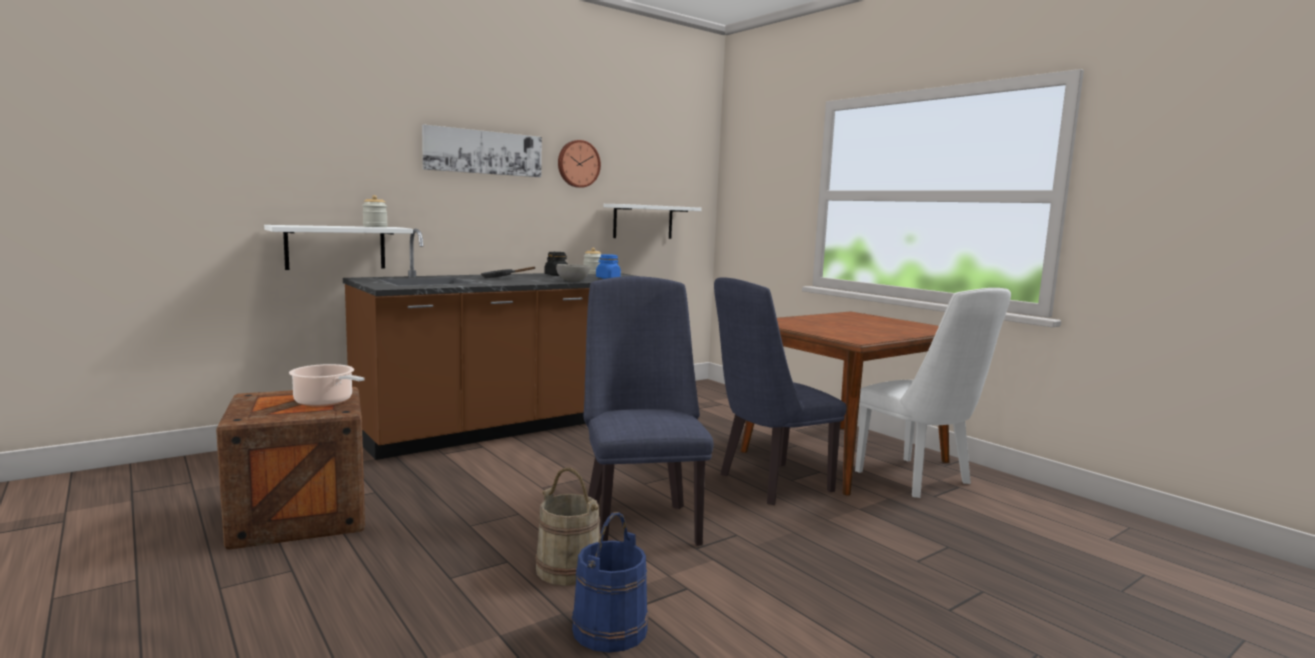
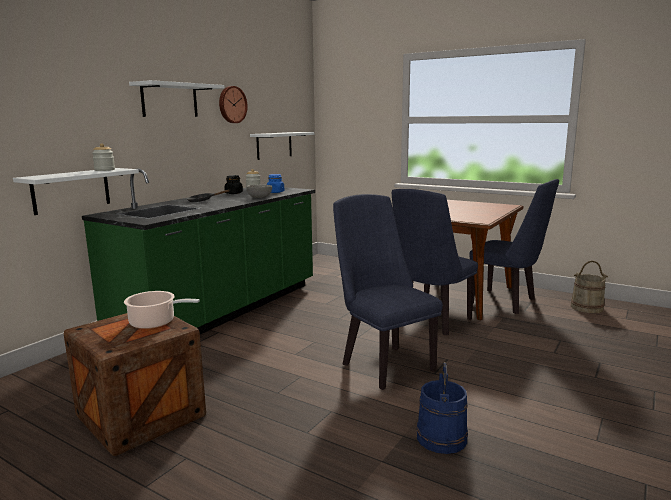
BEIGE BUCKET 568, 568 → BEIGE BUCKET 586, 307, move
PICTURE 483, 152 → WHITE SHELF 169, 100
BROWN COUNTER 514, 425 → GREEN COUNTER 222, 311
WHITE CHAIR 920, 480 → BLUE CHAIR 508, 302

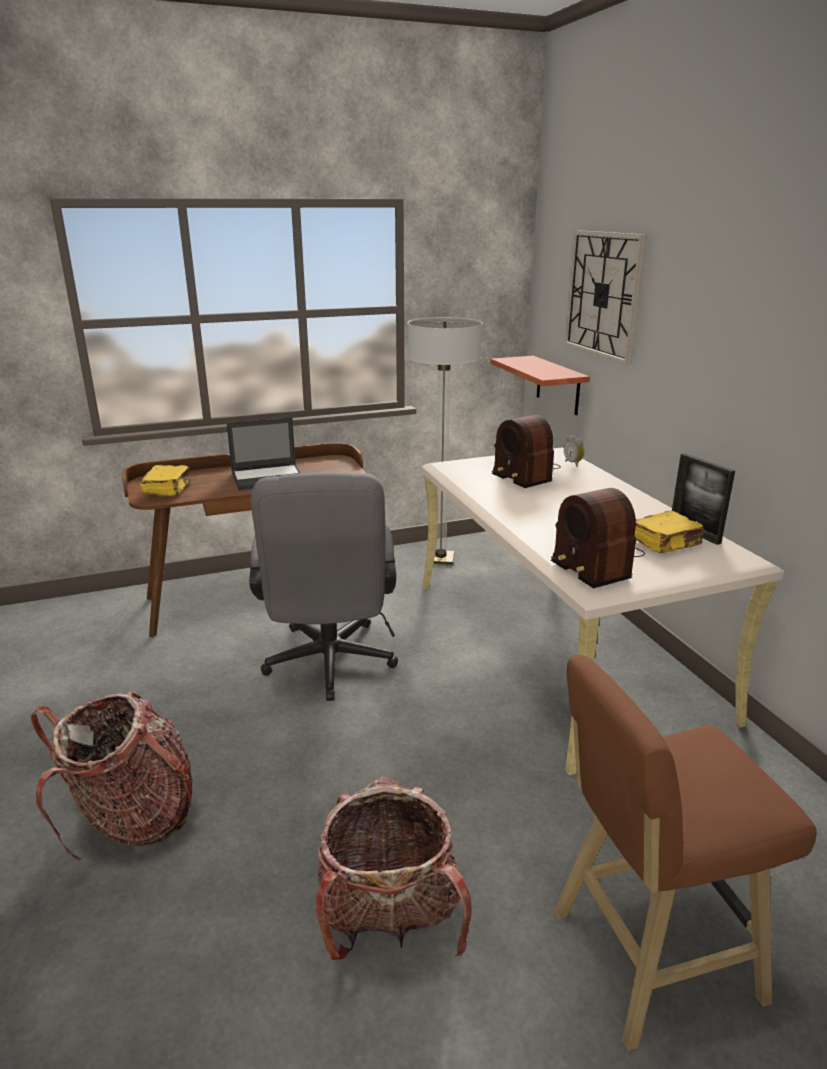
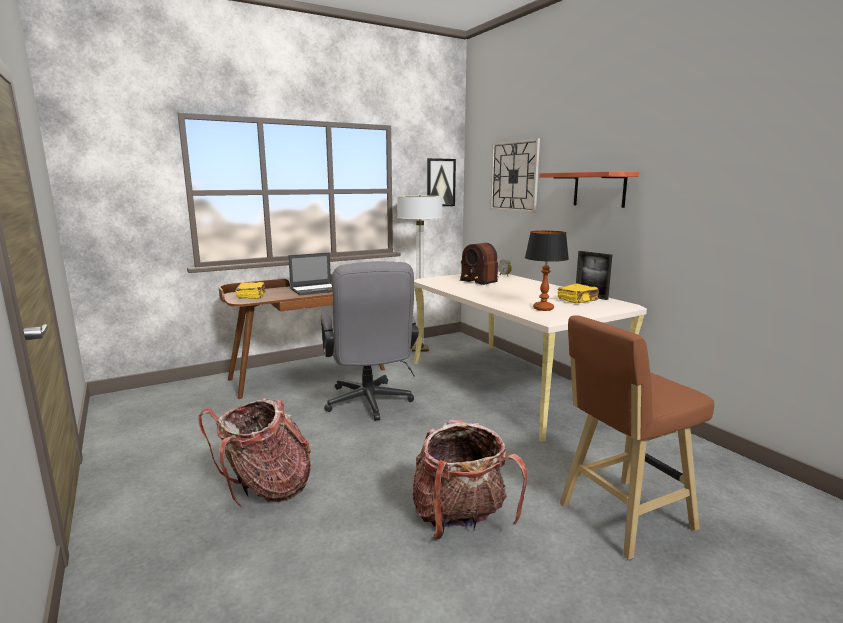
- → PICTURE 440, 182
SHELF 558, 385 → SHELF 599, 189, move
RADIO 596, 562 → TABLE LAMP 543, 309

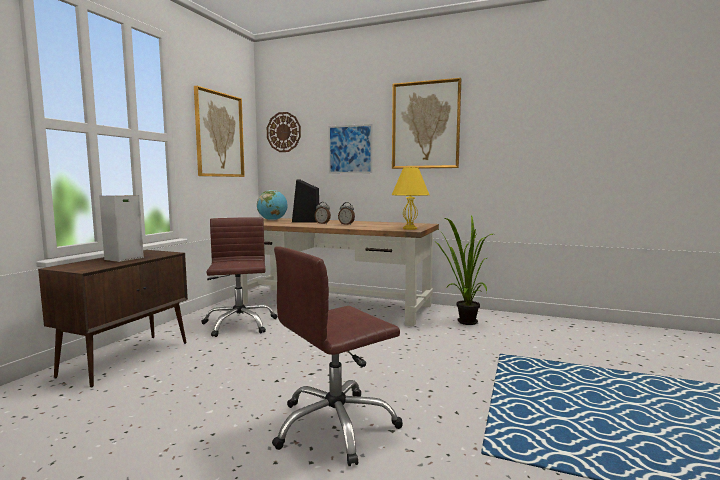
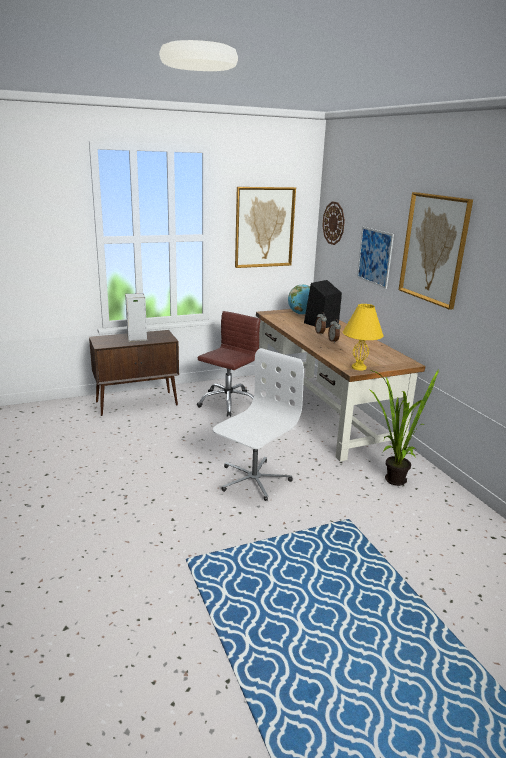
BROWN OFFICE CHAIR 335, 426 → -
- → WHITE OFFICE CHAIR 253, 479

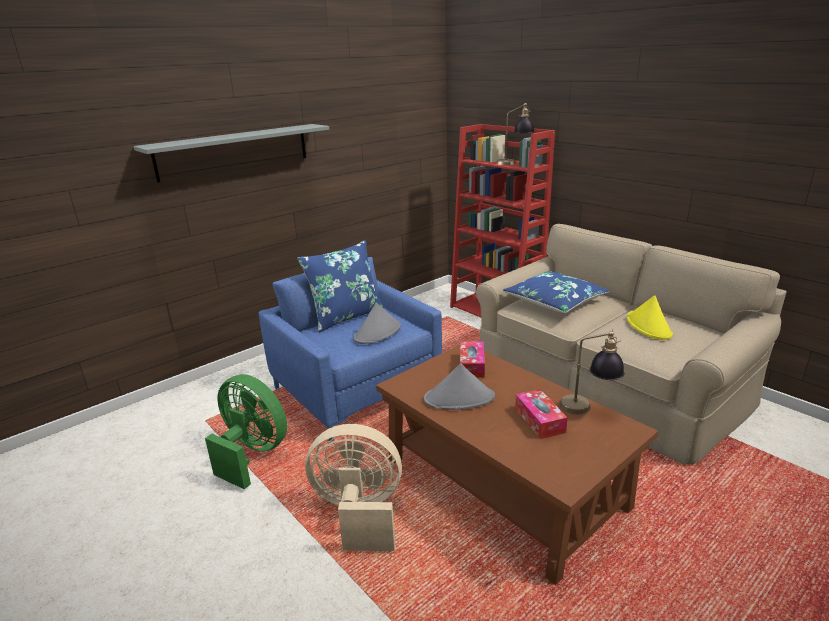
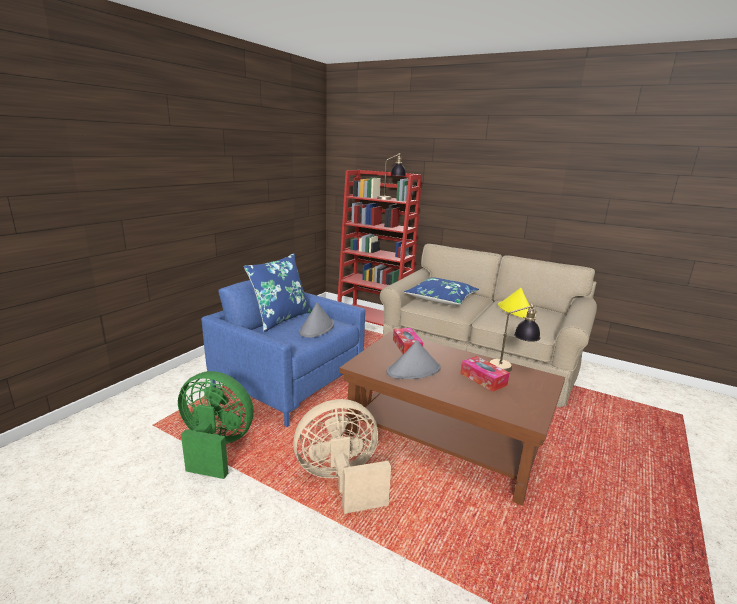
GREY SHELF 234, 151 → -

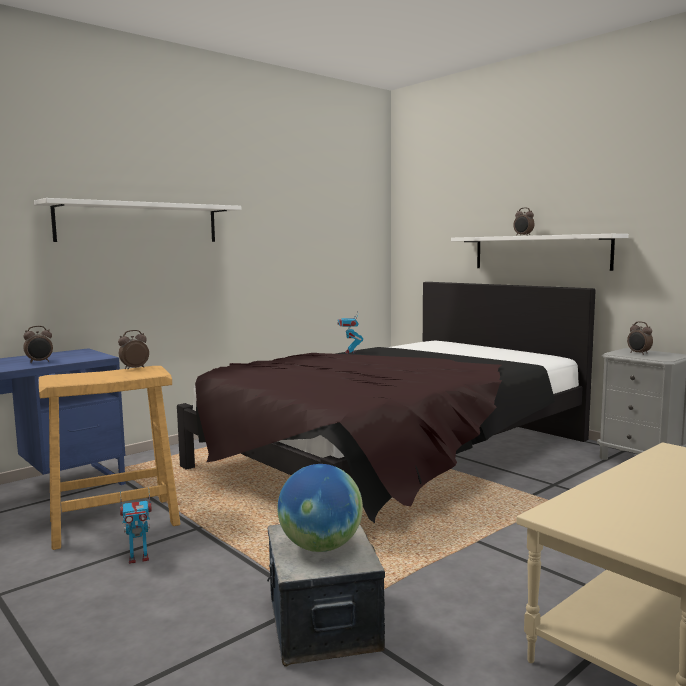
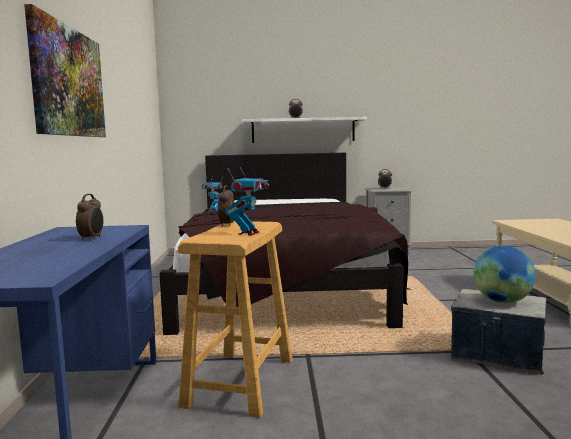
TOY ROBOT 139, 558 → TOY ROBOT 248, 233, move
WHITE SHELF 139, 223 → PICTURE 69, 82

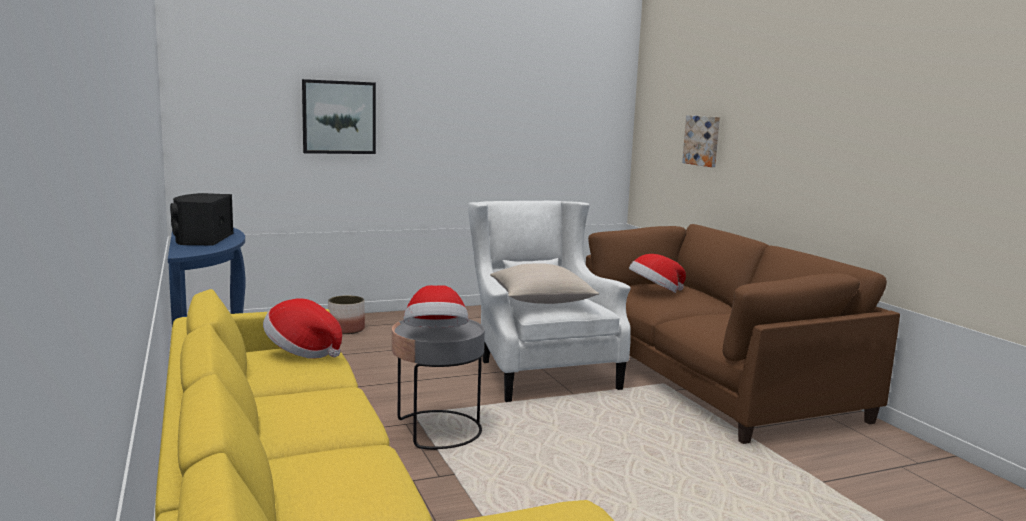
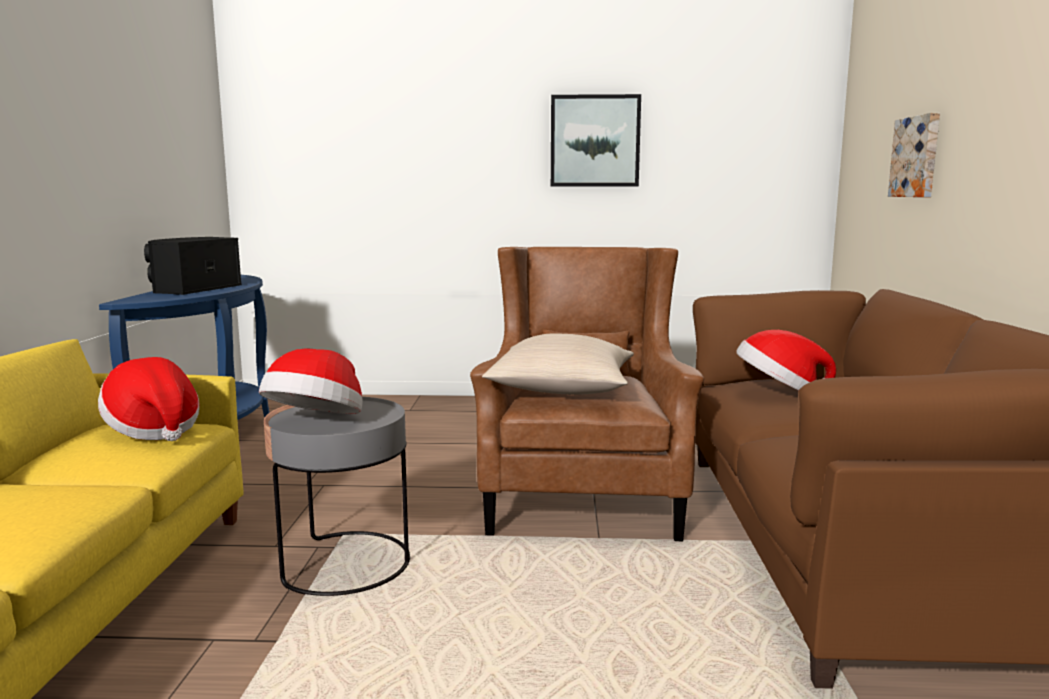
PLANTER 346, 330 → -
PICTURE 339, 117 → PICTURE 594, 141, move
WHITE ARMCHAIR 538, 371 → BROWN ARMCHAIR 583, 494

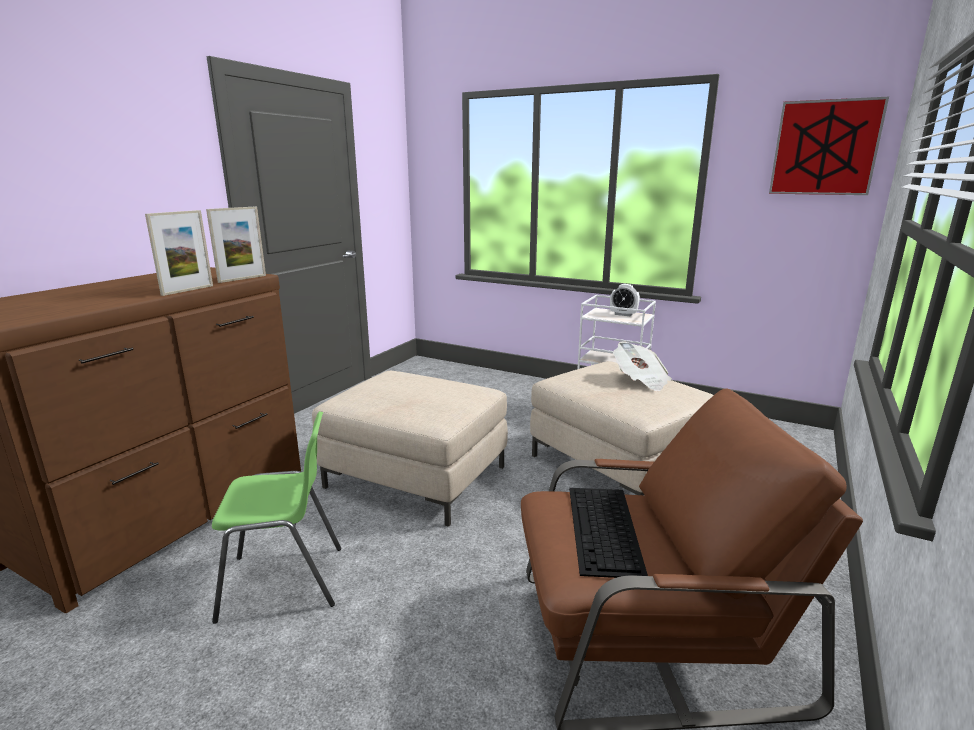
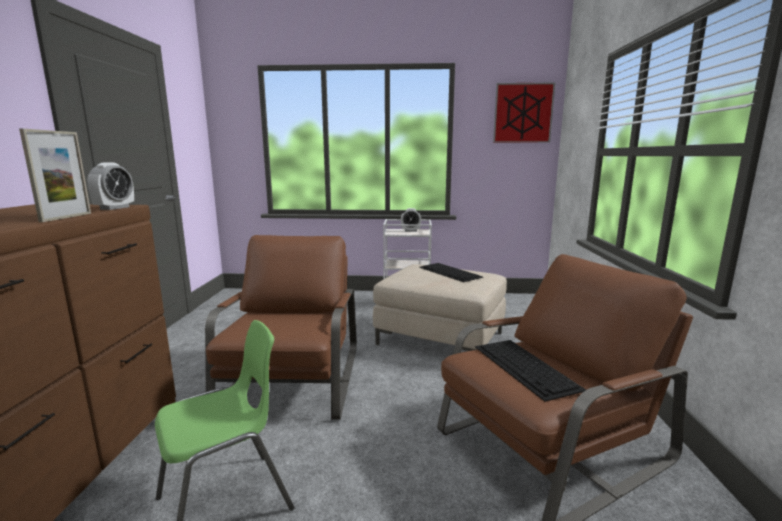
PICTURE FRAME 242, 279 → ALARM CLOCK 115, 208
BEIGE OTTOMAN 416, 477 → BROWN ARMCHAIR 293, 380
NEWSPAPER 641, 381 → KEYBOARD 450, 272

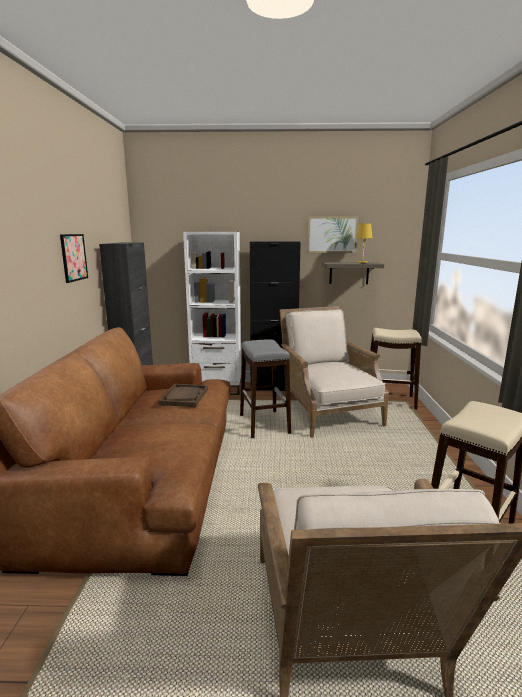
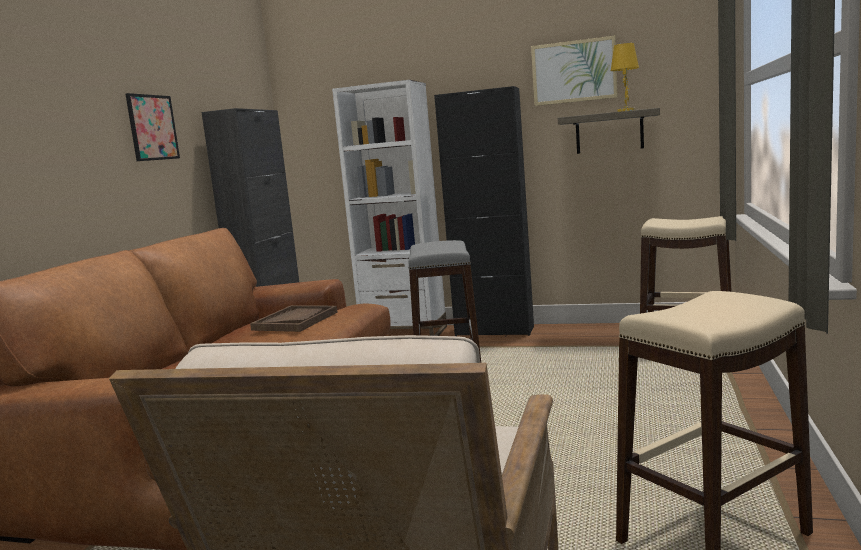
BEIGE ARMCHAIR 326, 411 → -

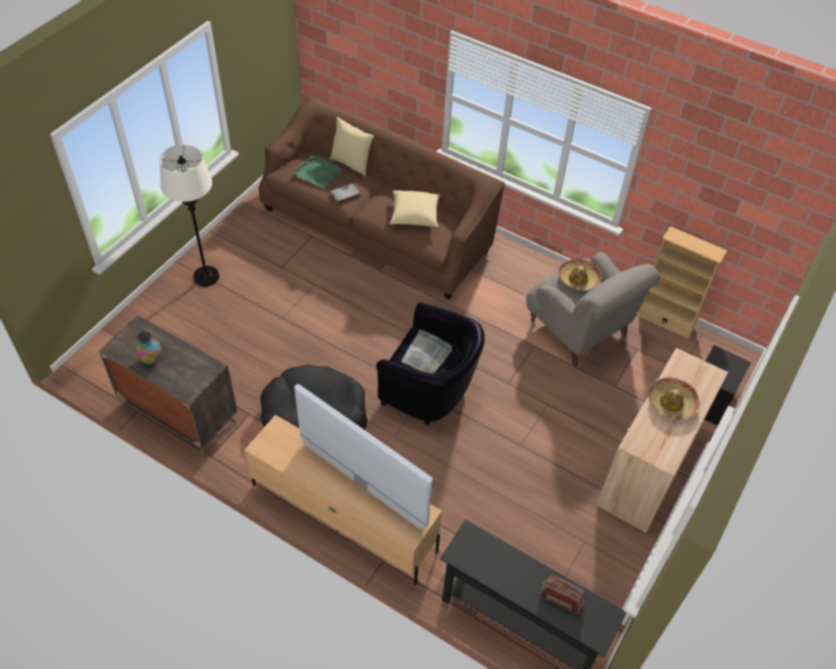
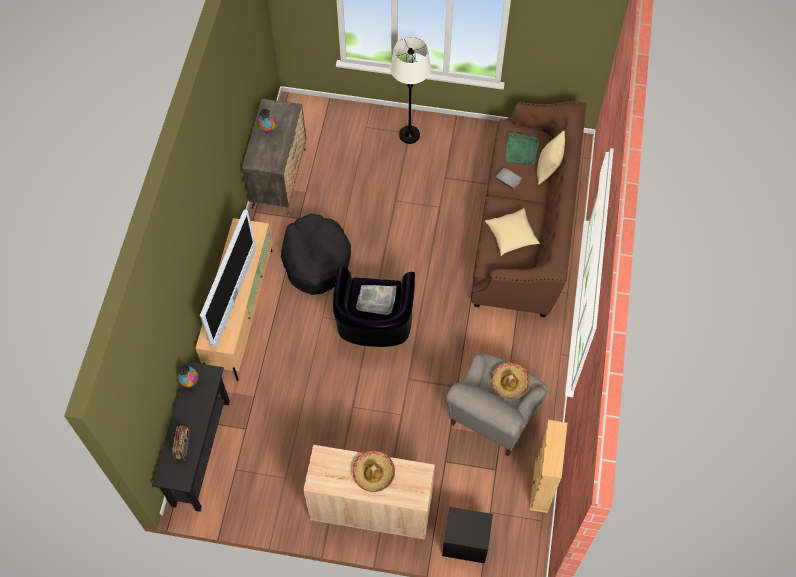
- → VASE 189, 381

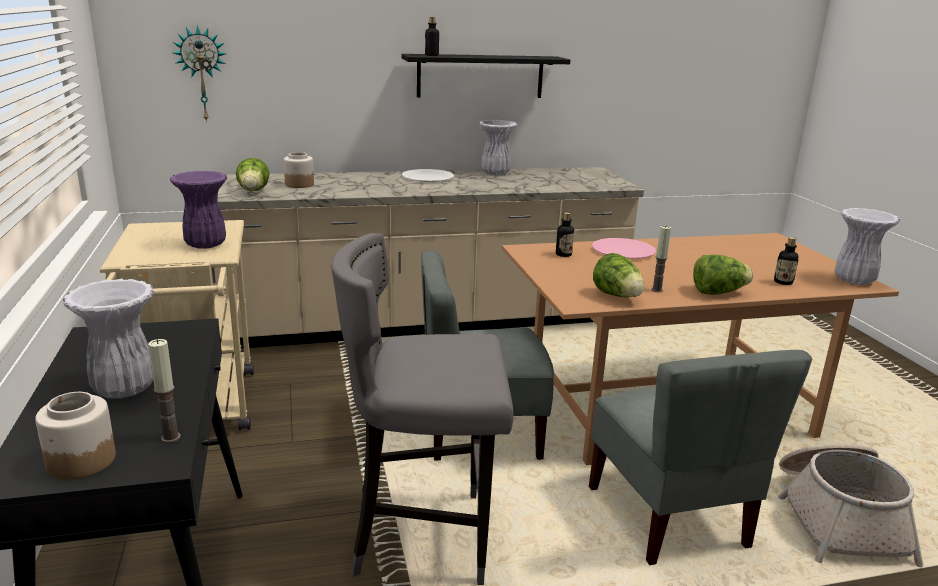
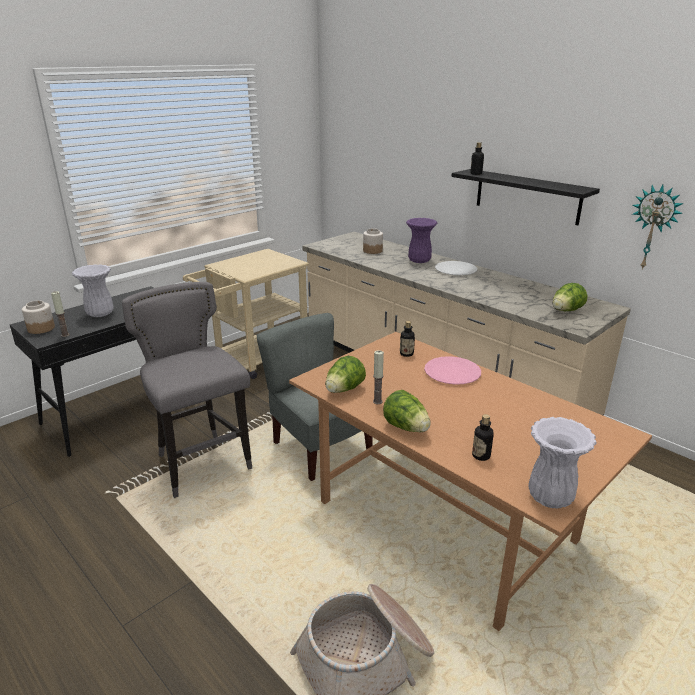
WHITE VASE 496, 173 → -
GREY CHAIR 669, 517 → -
PURPLE VASE 206, 244 → PURPLE VASE 420, 261, move
WALL CLOCK 202, 74 → WALL CLOCK 653, 227, move
LETTUCE 253, 191 → LETTUCE 566, 311, move

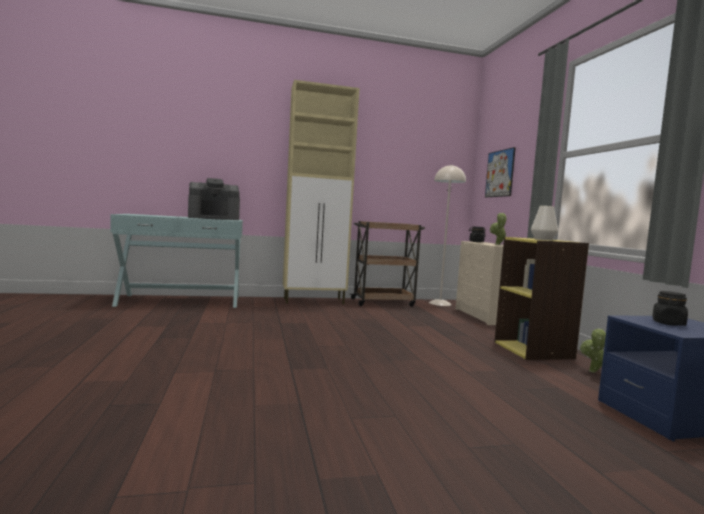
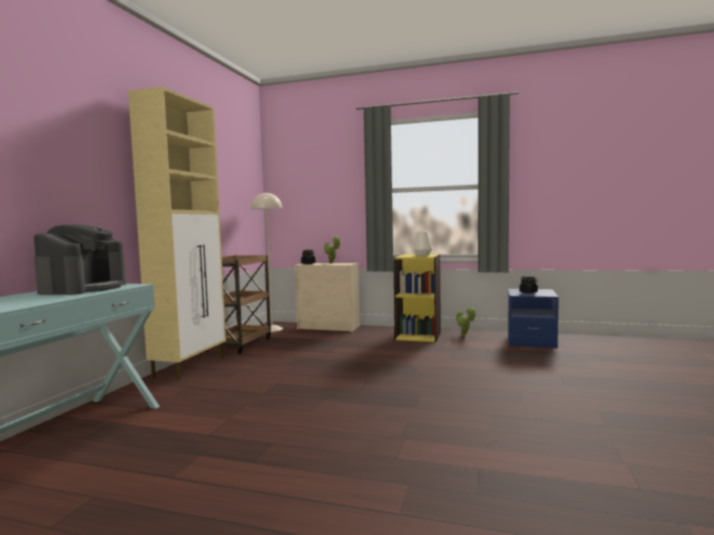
PICTURE 499, 173 → -

